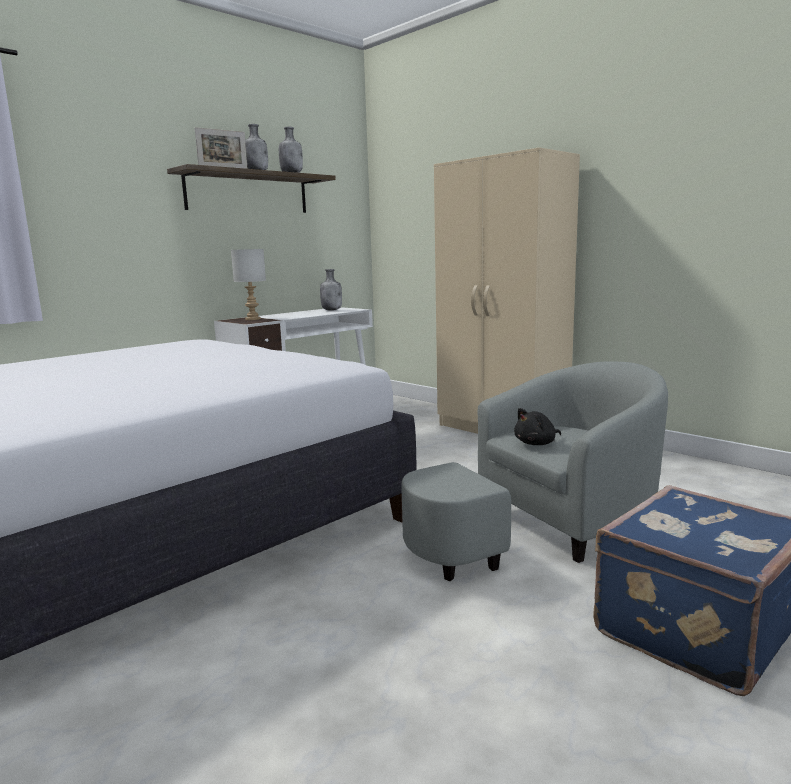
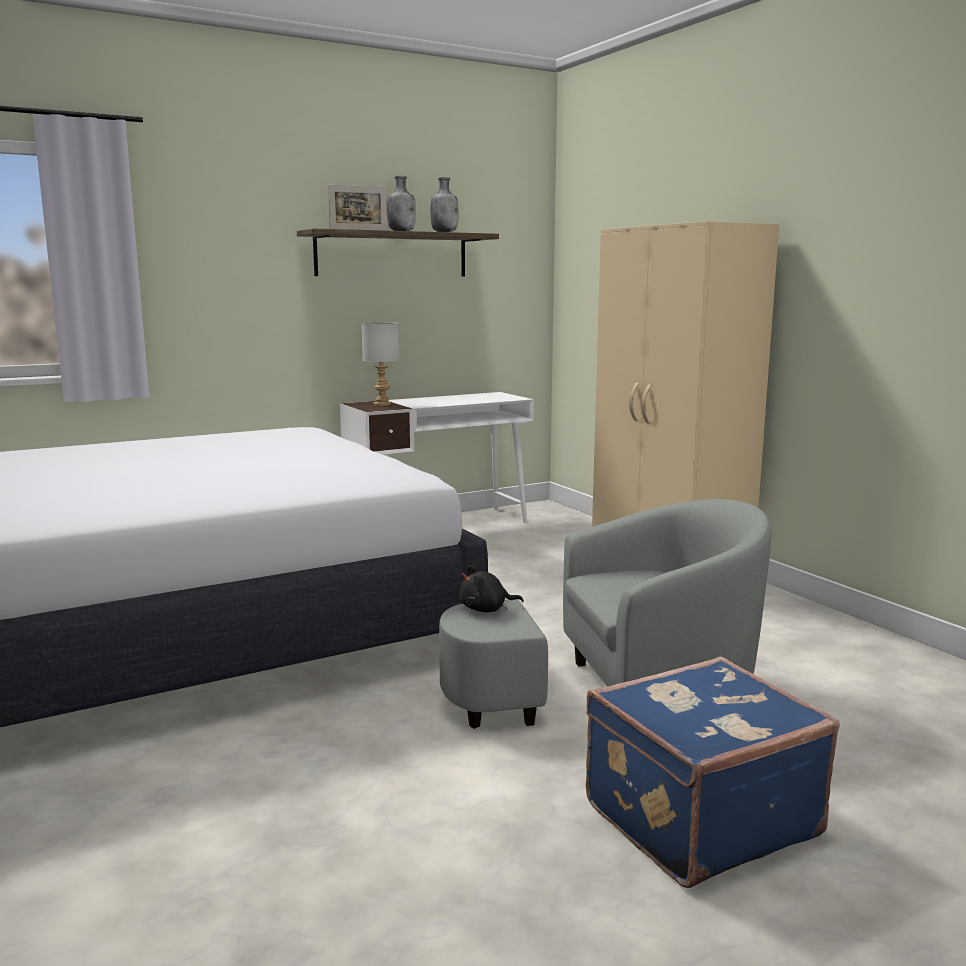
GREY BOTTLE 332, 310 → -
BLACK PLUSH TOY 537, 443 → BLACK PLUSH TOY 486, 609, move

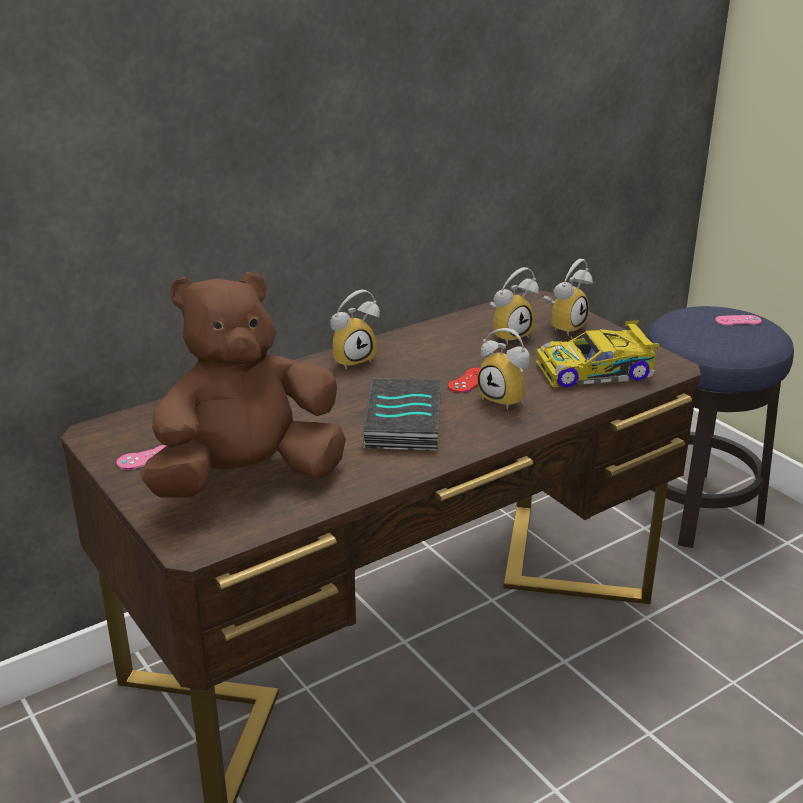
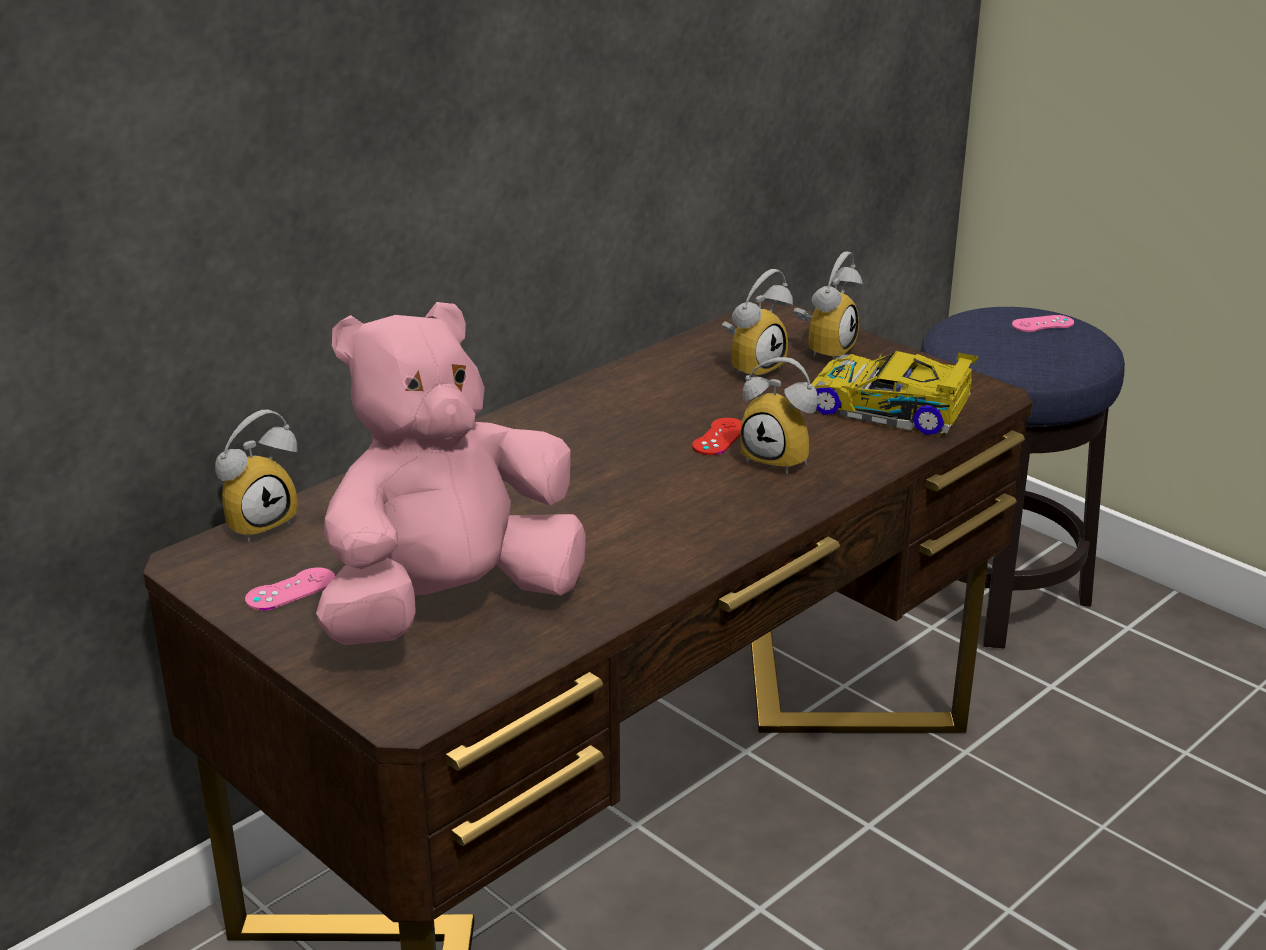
BOOK 401, 421 → -
ALARM CLOCK 352, 359 → ALARM CLOCK 259, 521, move
BROWN PLUSH TOY 247, 478 → PINK PLUSH TOY 450, 605
TOY CAR 596, 371 → TOY CAR 891, 409, 45 degrees clockwise

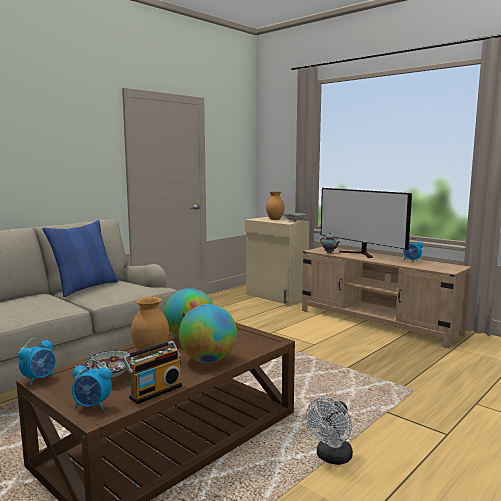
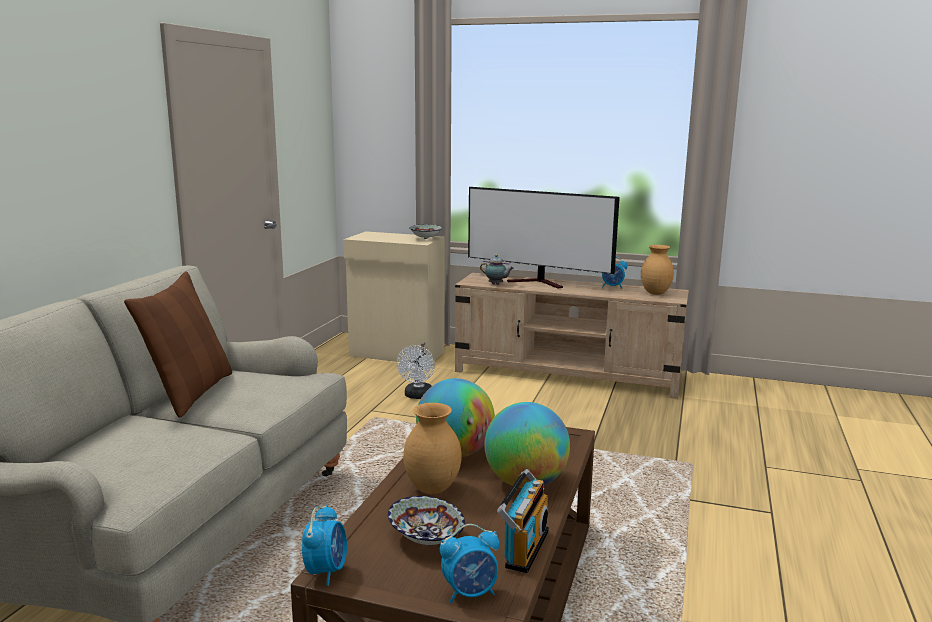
BROWN VASE 274, 219 → BROWN VASE 655, 293, move
WHITE FAN 332, 458 → WHITE FAN 418, 396, move
BLUE PILLOW 85, 287 → BROWN PILLOW 190, 393

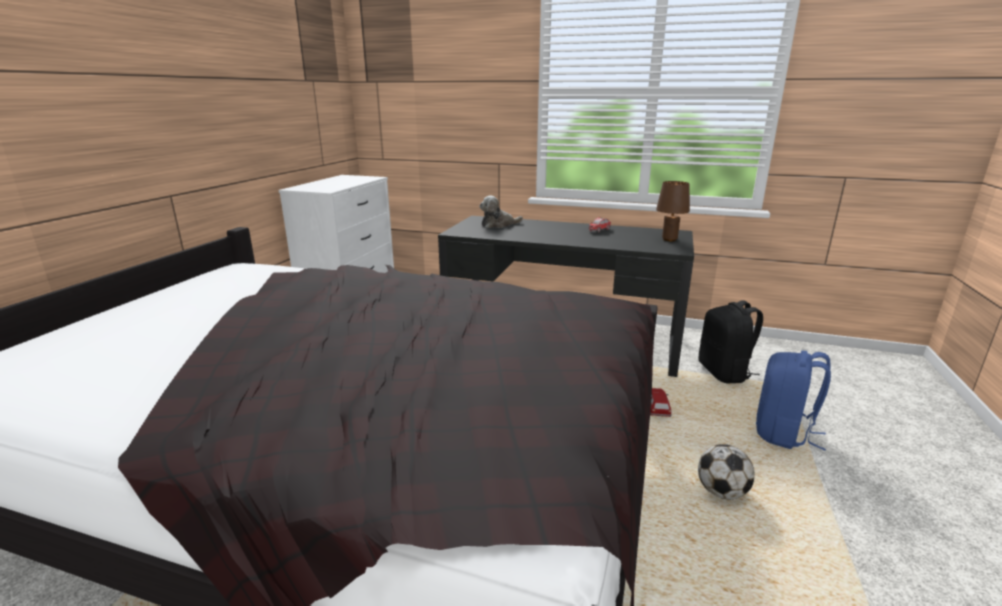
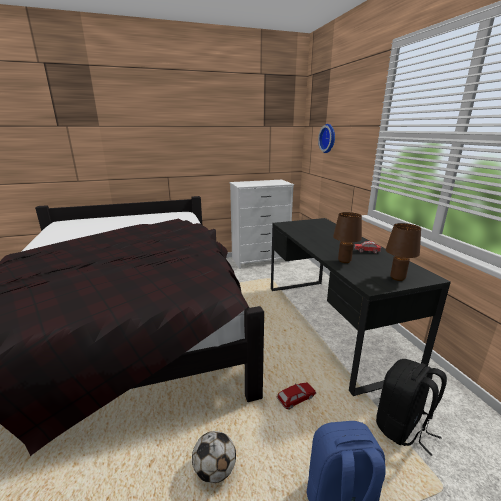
PLUSH TOY 498, 225 → -
- → WALL CLOCK 328, 138
- → BROWN TABLE LAMP 344, 261

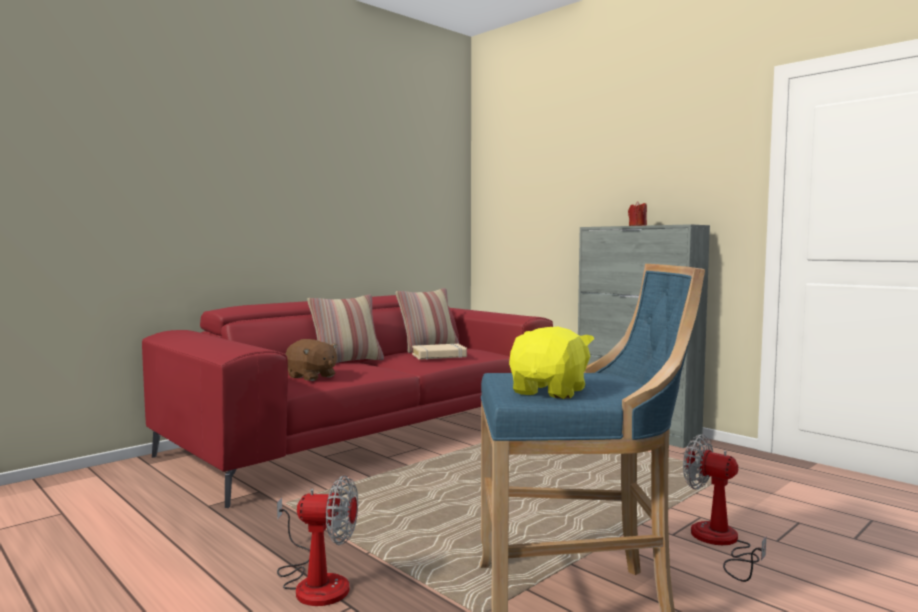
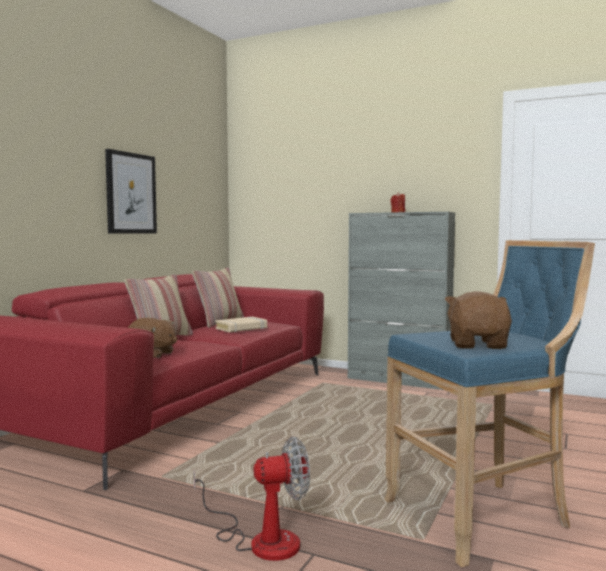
FAN 720, 543 → -
- → PICTURE 130, 193
YELLOW PLUSH TOY 550, 392 → BROWN PLUSH TOY 478, 345

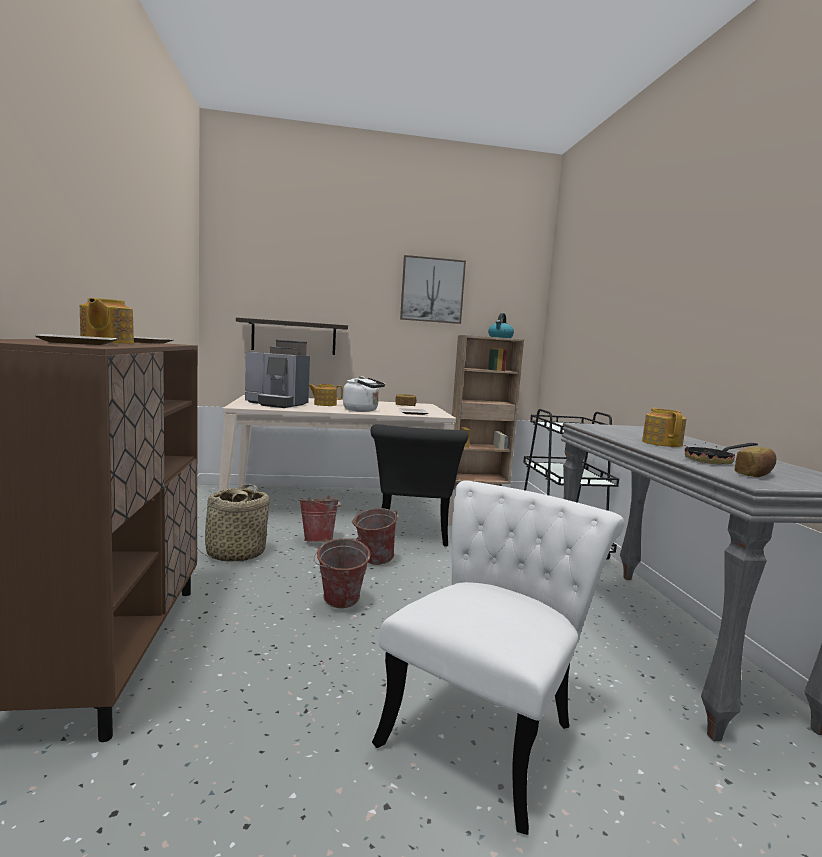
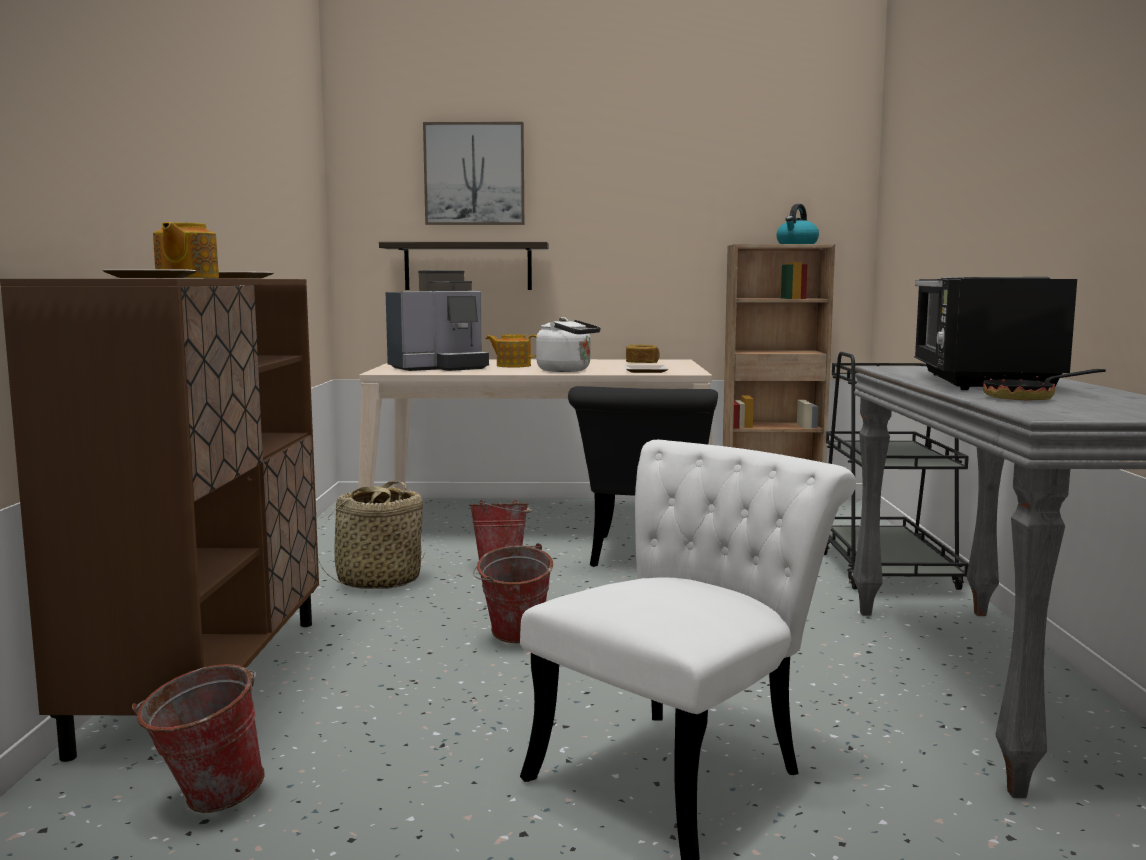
BREAD 755, 474 → -
BUCKET 372, 561 → BUCKET 204, 800, move
PICTURE 432, 290 → PICTURE 474, 174, move
TEAPOT 662, 443 → BLACK MICROWAVE 982, 382
COFFEE MACHINE 277, 404 → COFFEE MACHINE 440, 368, 60 degrees counterclockwise

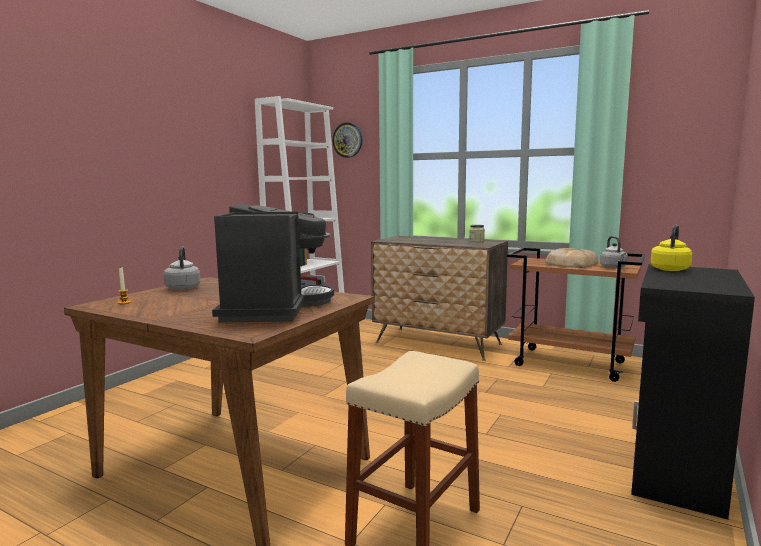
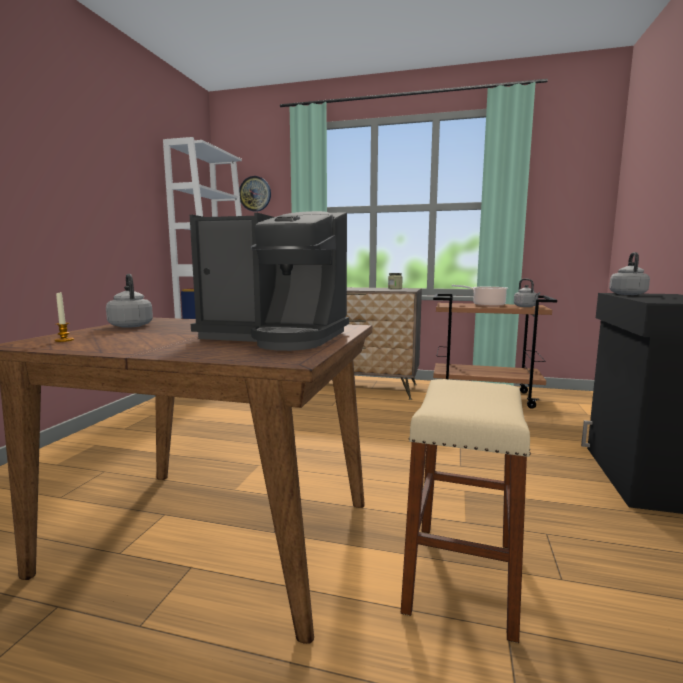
BREAD 570, 264 → COOKING POT 486, 305
YELLOW KETTLE 670, 269 → GREY KETTLE 627, 294
COFFEE MACHINE 273, 308 → COFFEE MACHINE 277, 337, 120 degrees clockwise

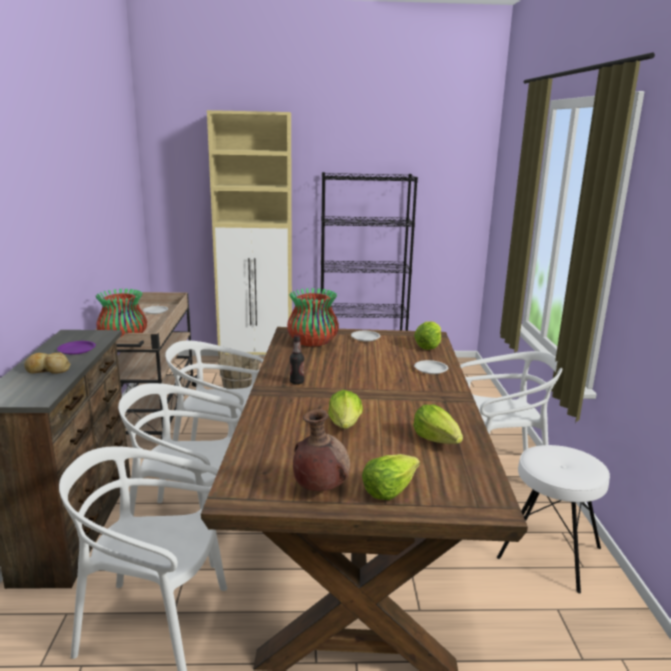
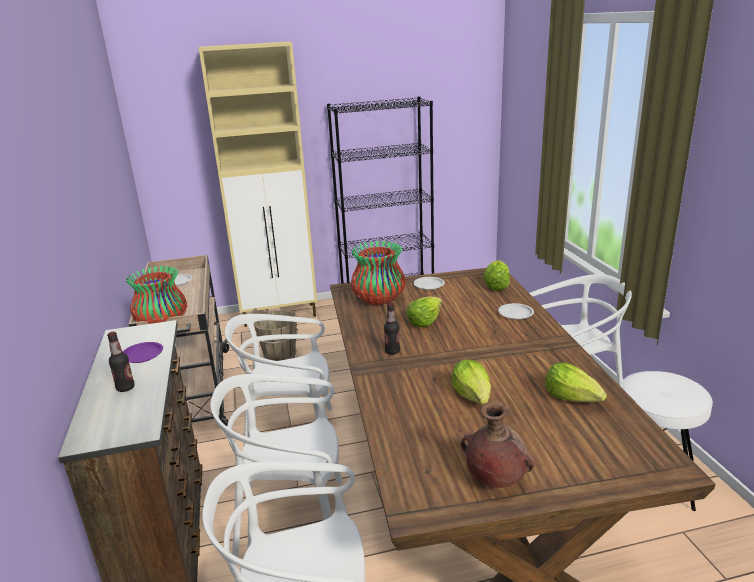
LETTUCE 388, 489 → LETTUCE 424, 321, move
BREAD 47, 370 → BOTTLE 125, 388

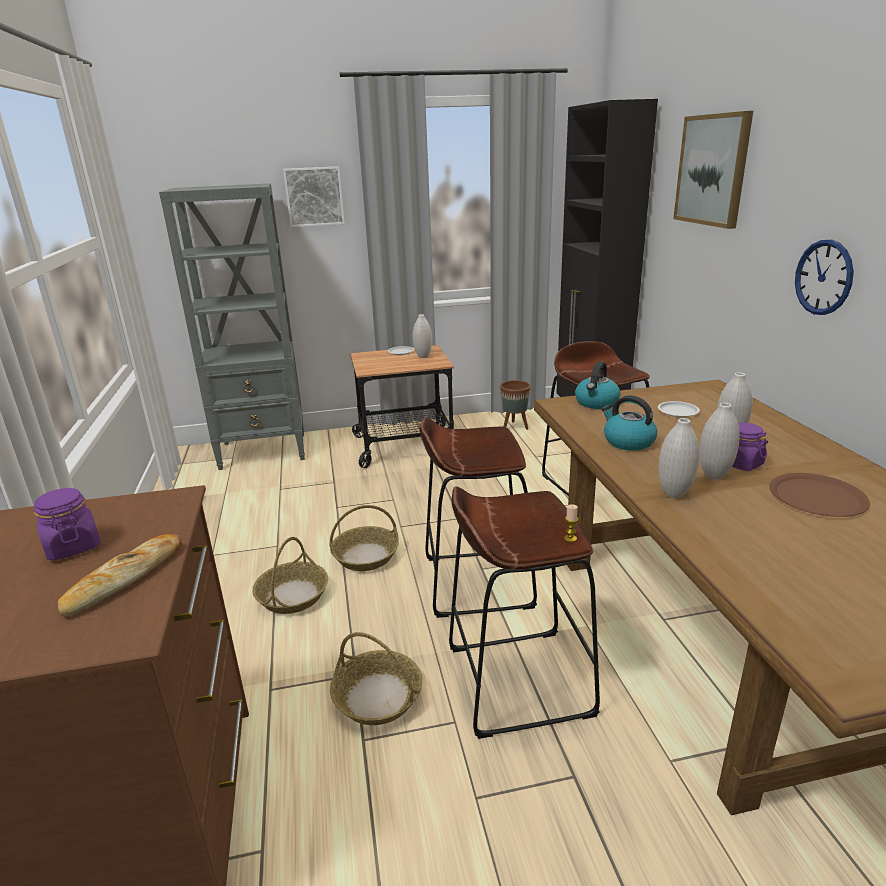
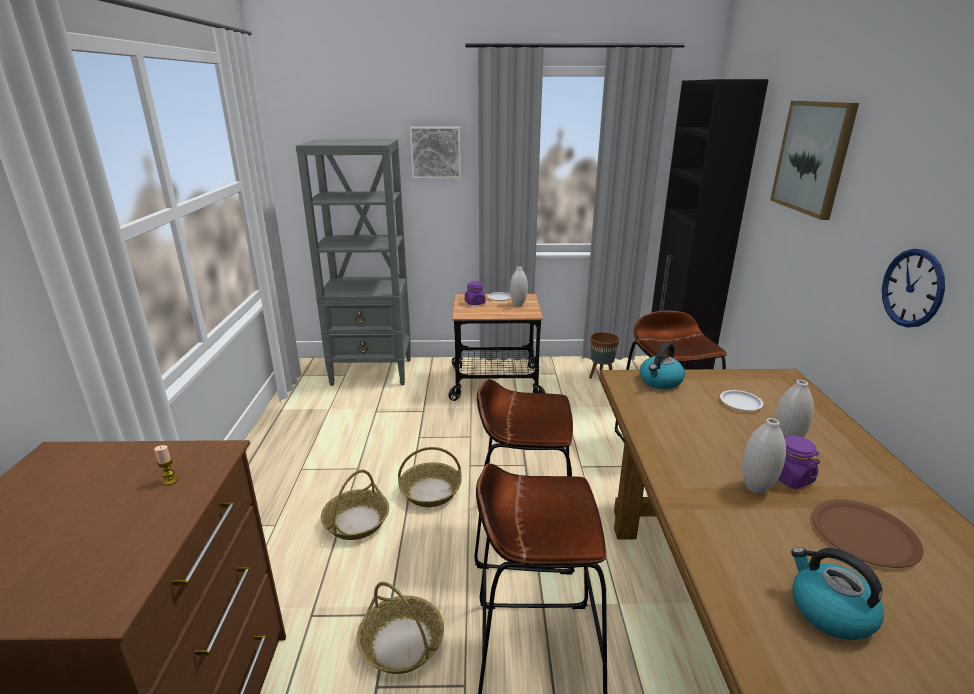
BREAD 124, 579 → -
WHITE VASE 674, 494 → -
PURPLE JAR 73, 546 → PURPLE JAR 475, 302, move
CANDLE 570, 538 → CANDLE 170, 481, move
KETTLE 628, 441 → KETTLE 829, 611, move

